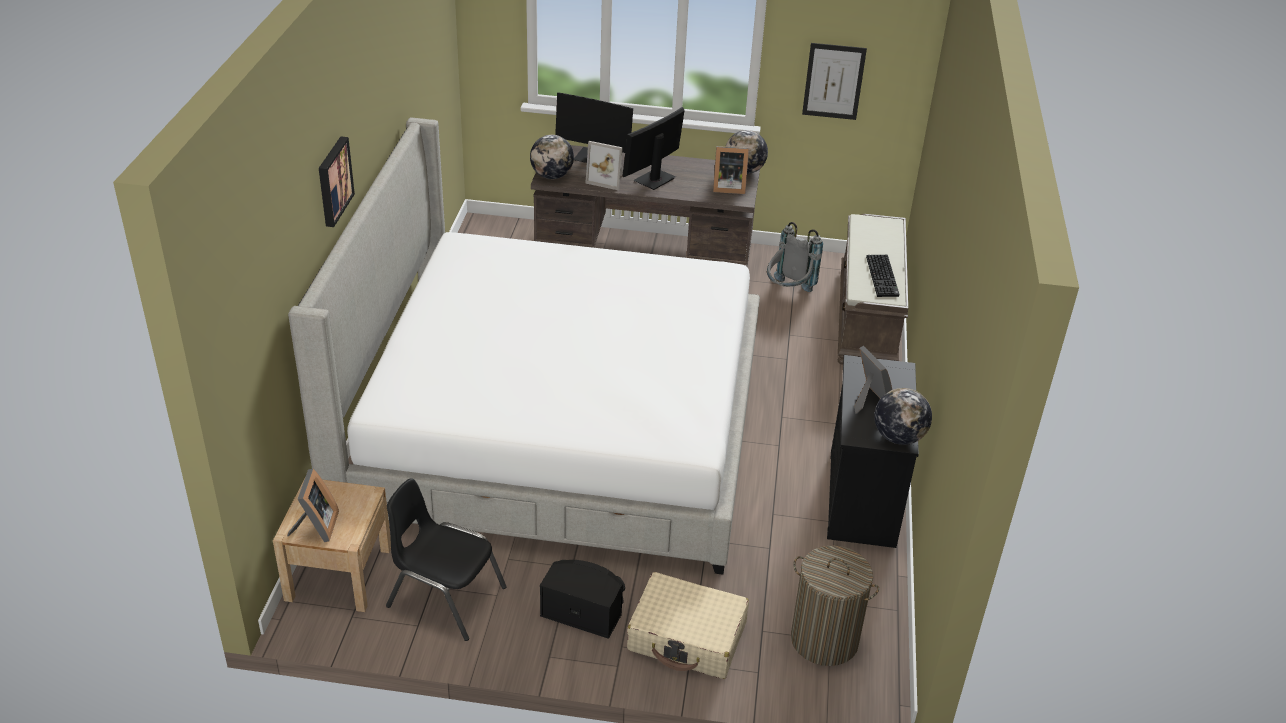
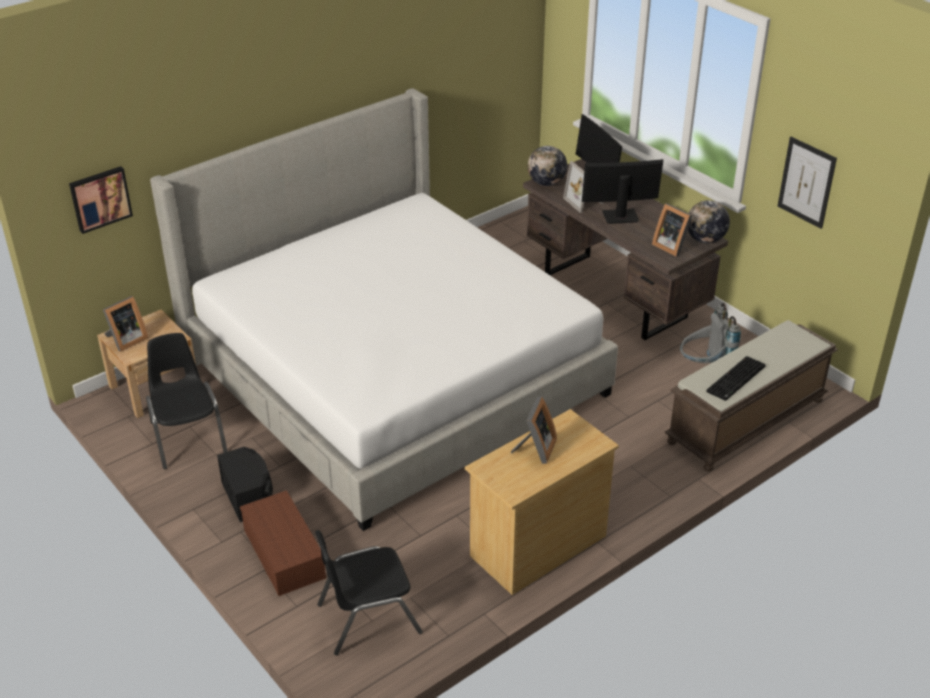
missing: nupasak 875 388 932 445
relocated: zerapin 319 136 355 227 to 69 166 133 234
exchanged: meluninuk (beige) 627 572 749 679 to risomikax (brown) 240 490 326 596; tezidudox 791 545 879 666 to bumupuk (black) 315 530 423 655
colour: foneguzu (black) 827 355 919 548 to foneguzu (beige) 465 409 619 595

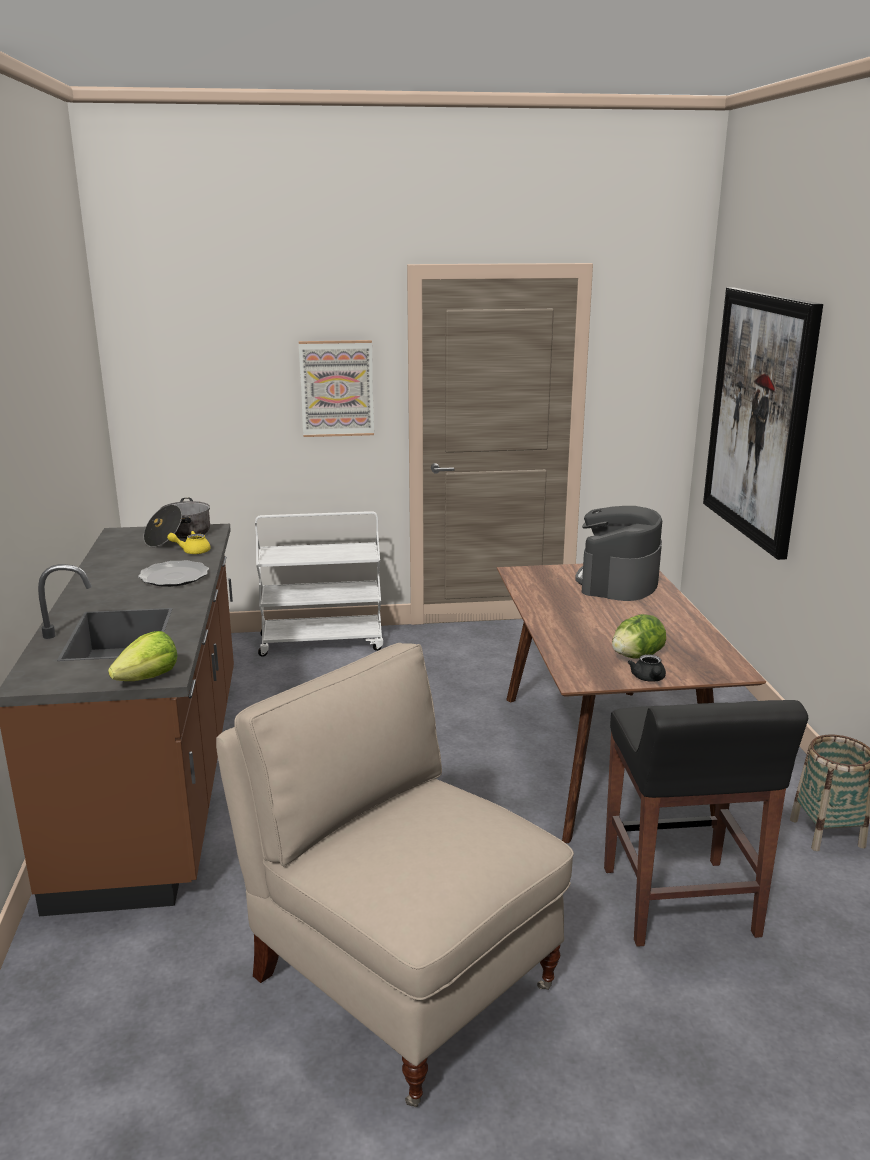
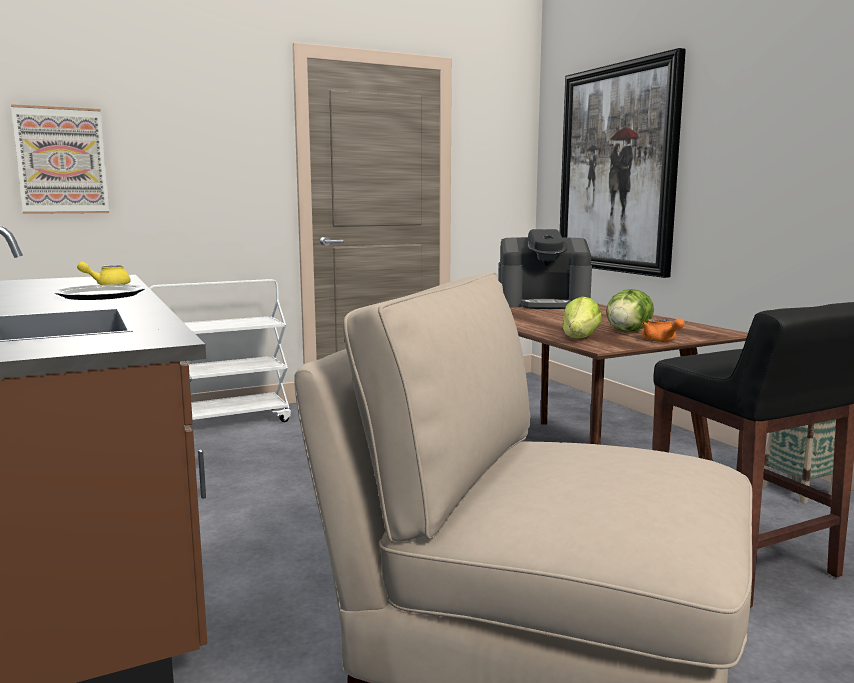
missing: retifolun 144 498 210 547
relocated: zerapin 299 340 374 437 to 11 104 109 214; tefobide 108 631 178 681 to 562 296 602 338
colour: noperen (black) 628 654 666 682 to noperen (orange) 642 318 685 342
spun: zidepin 575 506 662 601 = 499 229 592 309 90 degrees counterclockwise

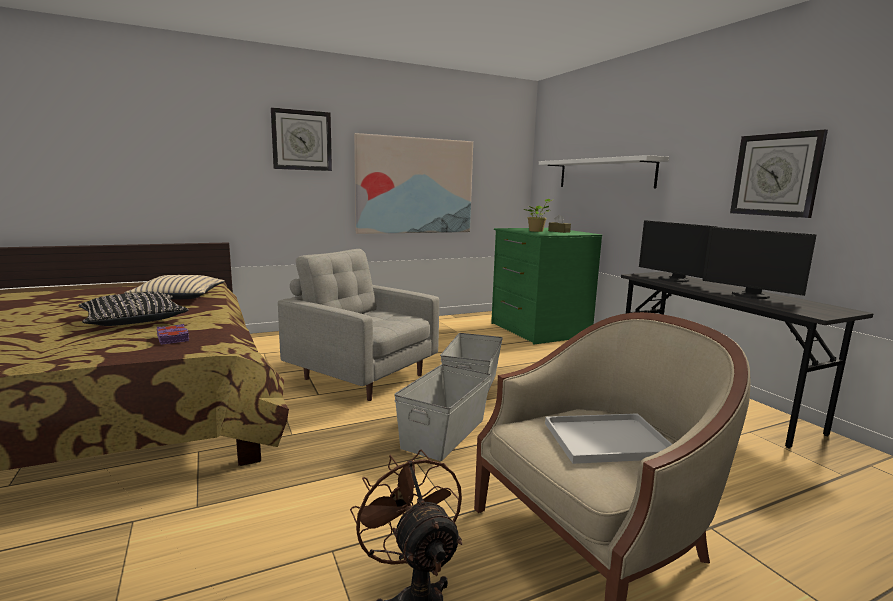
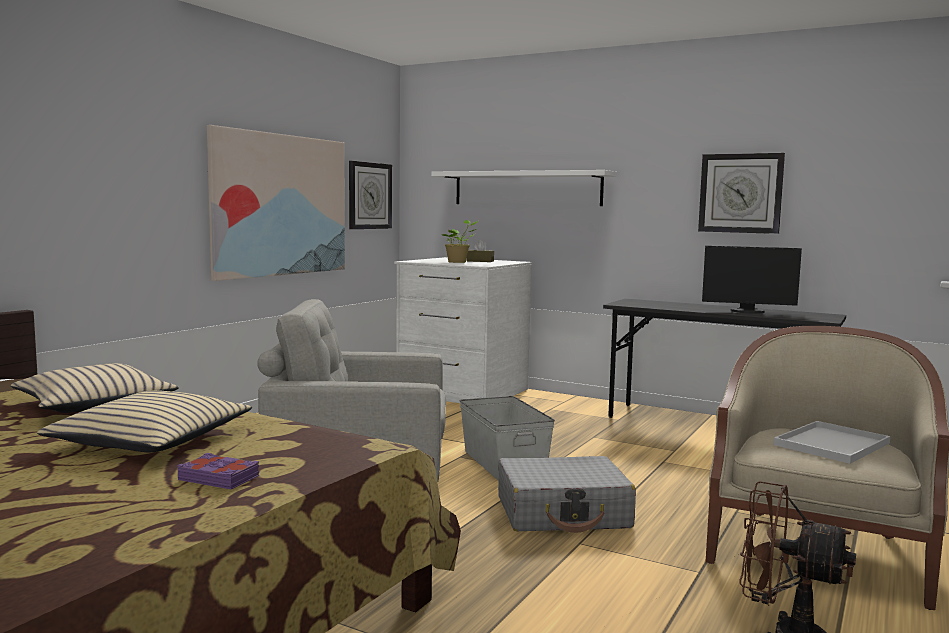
missing: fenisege 639 220 717 282
relocated: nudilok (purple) 156 324 189 345 to 177 453 259 489; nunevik 271 107 332 171 to 349 161 392 229
exchanged: risomikax (grey) 394 364 491 461 to meluninuk (grey) 498 456 636 533
colour: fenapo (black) 78 292 189 326 to fenapo (beige) 37 390 252 452; foneguzu (green) 491 228 602 344 to foneguzu (white) 394 257 532 403

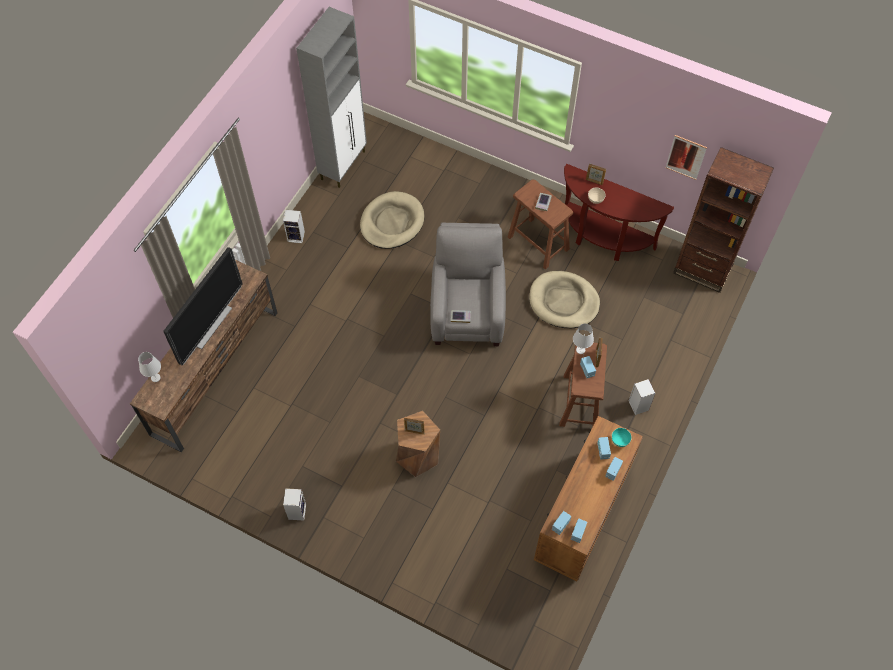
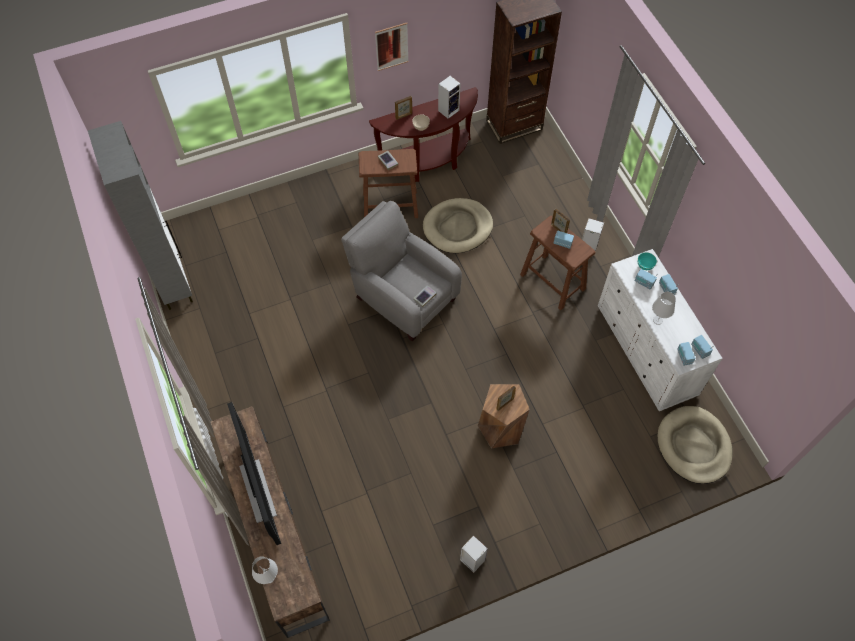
relocated: zerapin 666 135 707 180 to 375 23 408 71; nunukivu 283 210 305 243 to 438 76 461 119; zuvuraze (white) 573 324 594 354 to 652 292 676 325; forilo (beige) 360 191 424 249 to 657 406 732 484
colour: foneguzu (brown) 534 416 643 581 to foneguzu (white) 598 249 723 411

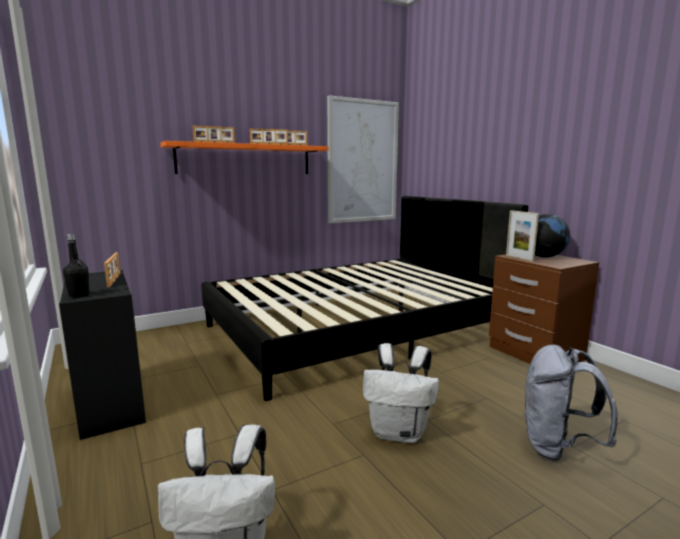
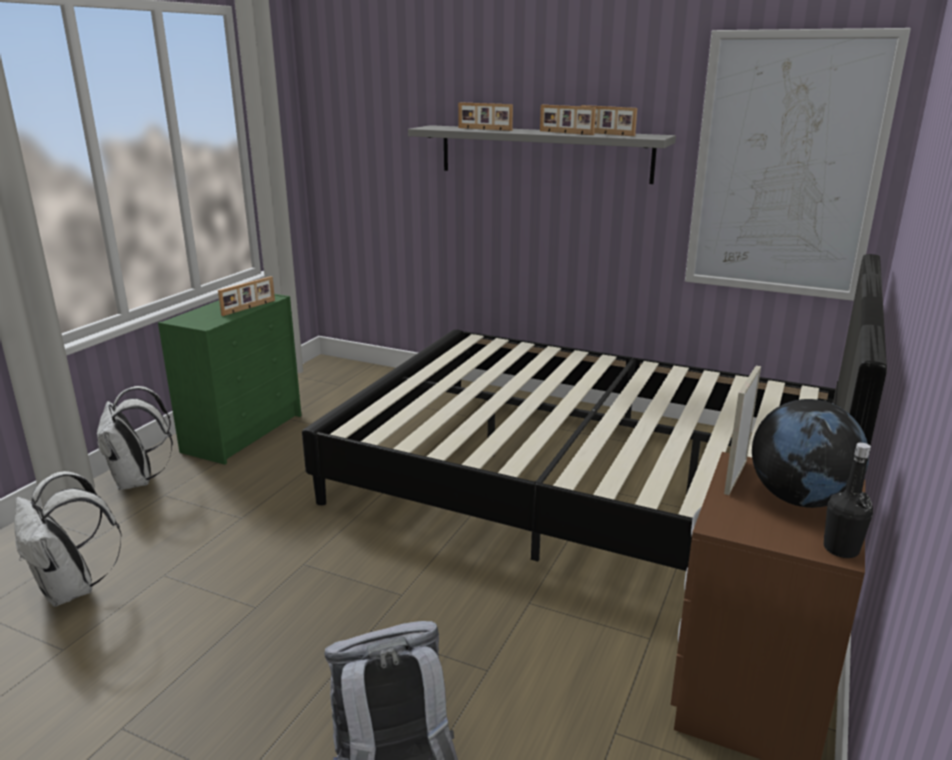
relocated: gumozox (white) 363 343 439 443 to 97 386 173 490; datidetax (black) 63 234 89 298 to 824 442 873 558
colour: foneguzu (black) 59 270 146 440 to foneguzu (green) 158 294 302 465; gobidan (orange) 160 141 329 174 to gobidan (grey) 408 125 676 184

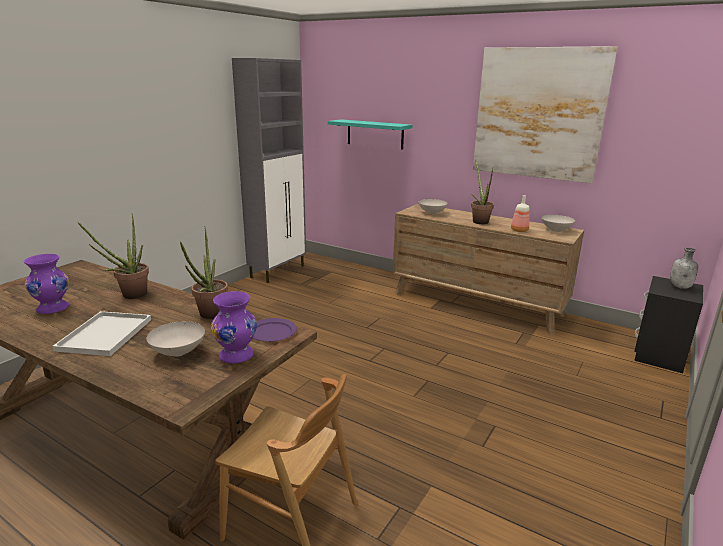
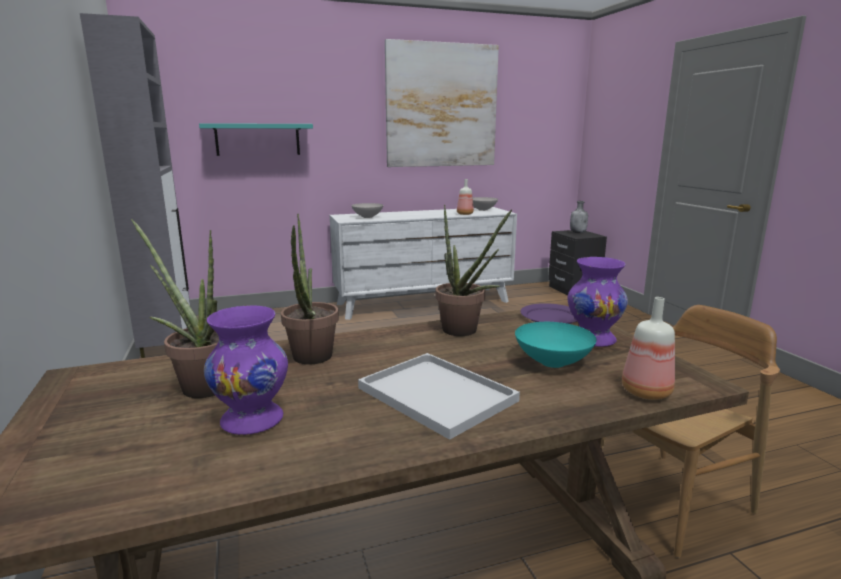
appeared: datidetax 622 297 675 400
relocated: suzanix 471 160 494 224 to 131 219 219 398
colour: foneguzu (brown) 393 204 584 335 to foneguzu (white) 330 207 517 320; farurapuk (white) 146 321 205 357 to farurapuk (turquoise) 515 322 597 368

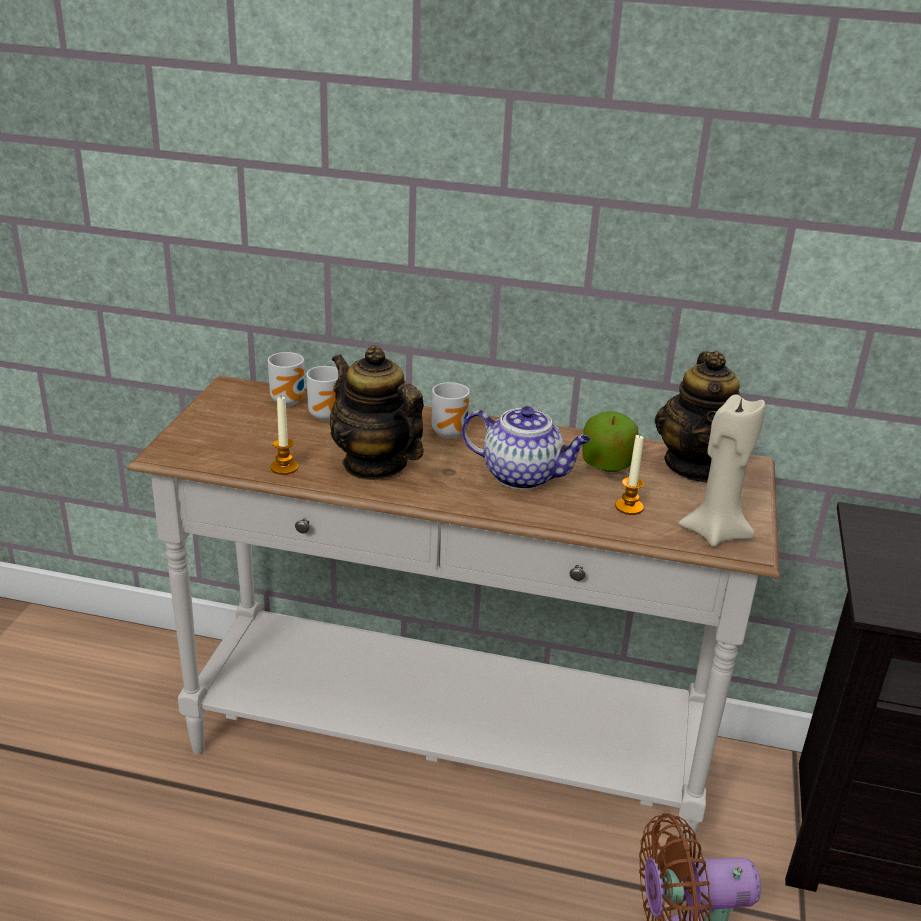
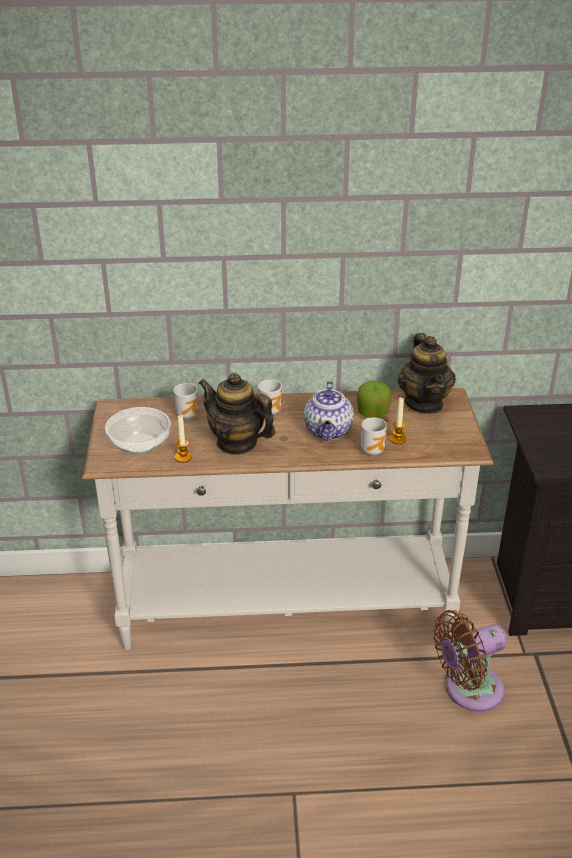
missing: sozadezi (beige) 679 394 765 547
appeared: farurapuk 105 407 171 455
relocated: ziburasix 268 352 305 406 to 361 418 387 456
spun: noperen 462 406 591 490 = 304 381 354 441 90 degrees clockwise

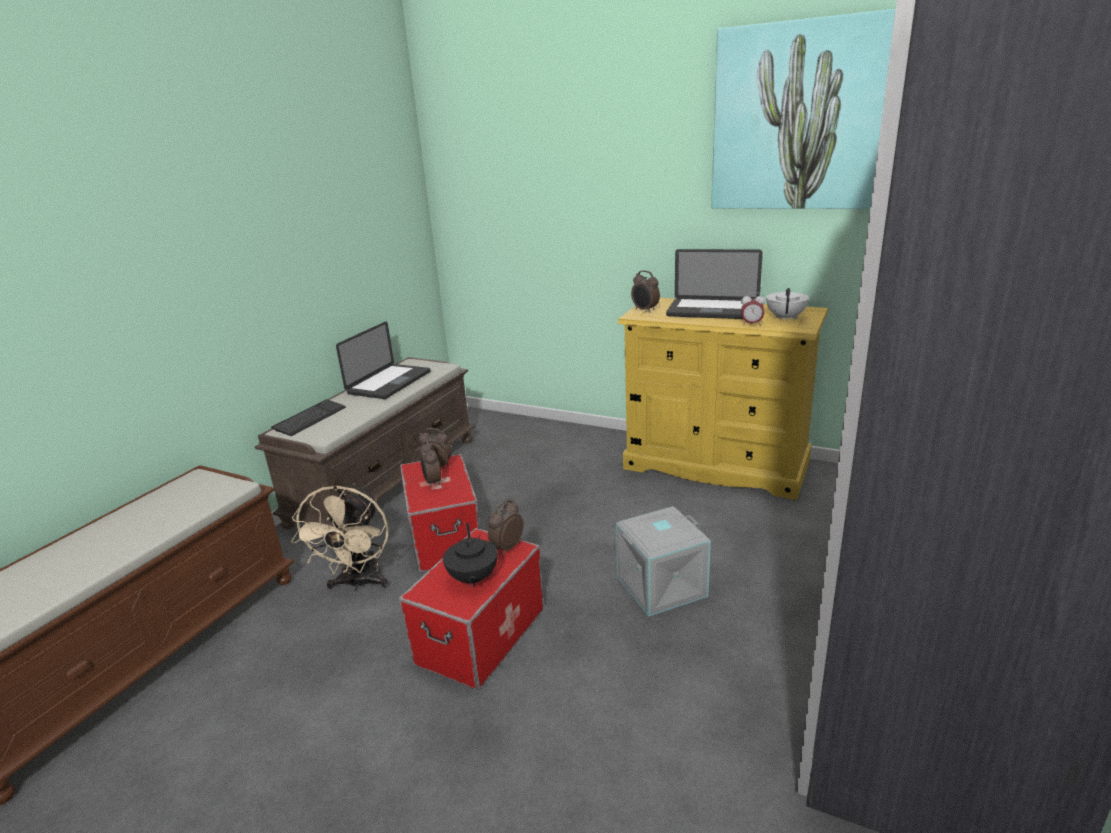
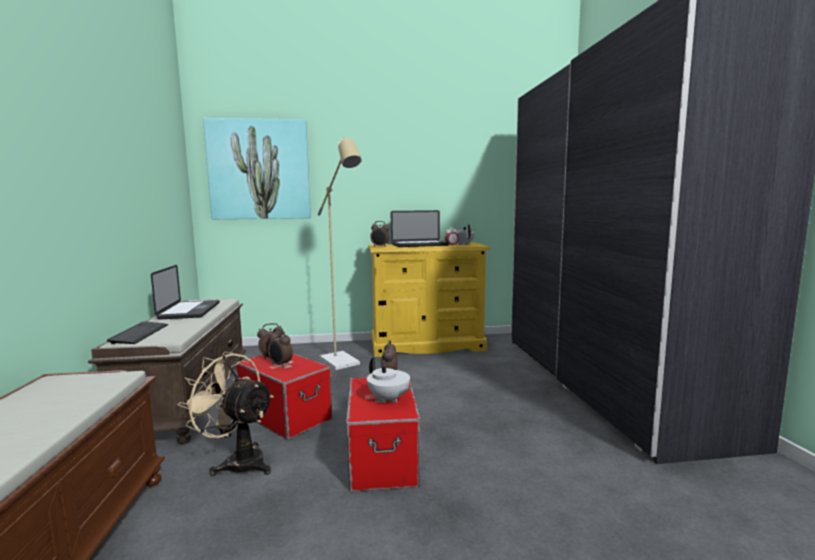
missing: risomikax (grey) 616 506 711 617
appeared: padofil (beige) 318 137 362 370
relocated: zerapin 711 9 895 209 to 203 118 311 219
colour: noperen (black) 443 523 498 587 to noperen (white) 367 357 412 403
spun: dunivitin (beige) 291 484 389 591 = 178 352 274 476 150 degrees clockwise

